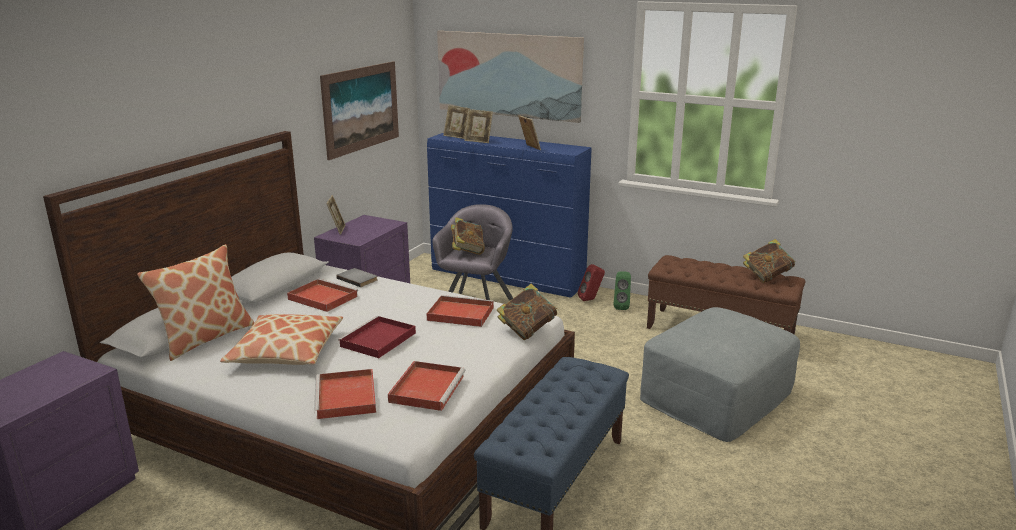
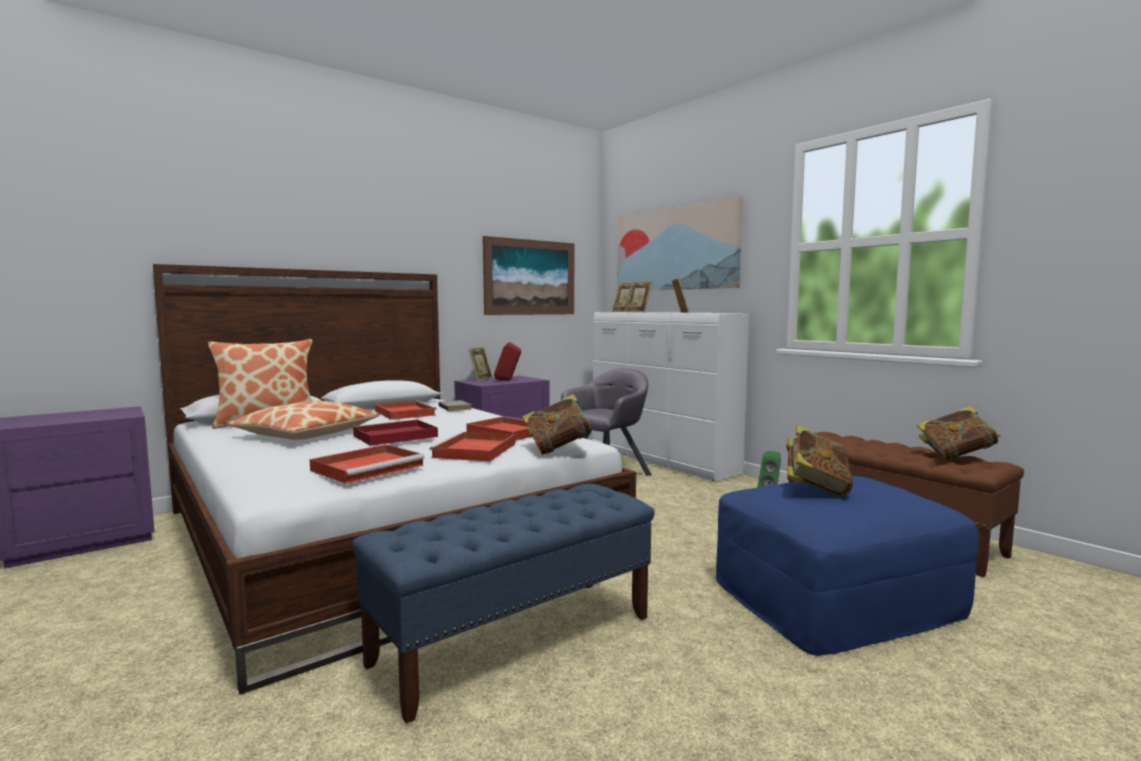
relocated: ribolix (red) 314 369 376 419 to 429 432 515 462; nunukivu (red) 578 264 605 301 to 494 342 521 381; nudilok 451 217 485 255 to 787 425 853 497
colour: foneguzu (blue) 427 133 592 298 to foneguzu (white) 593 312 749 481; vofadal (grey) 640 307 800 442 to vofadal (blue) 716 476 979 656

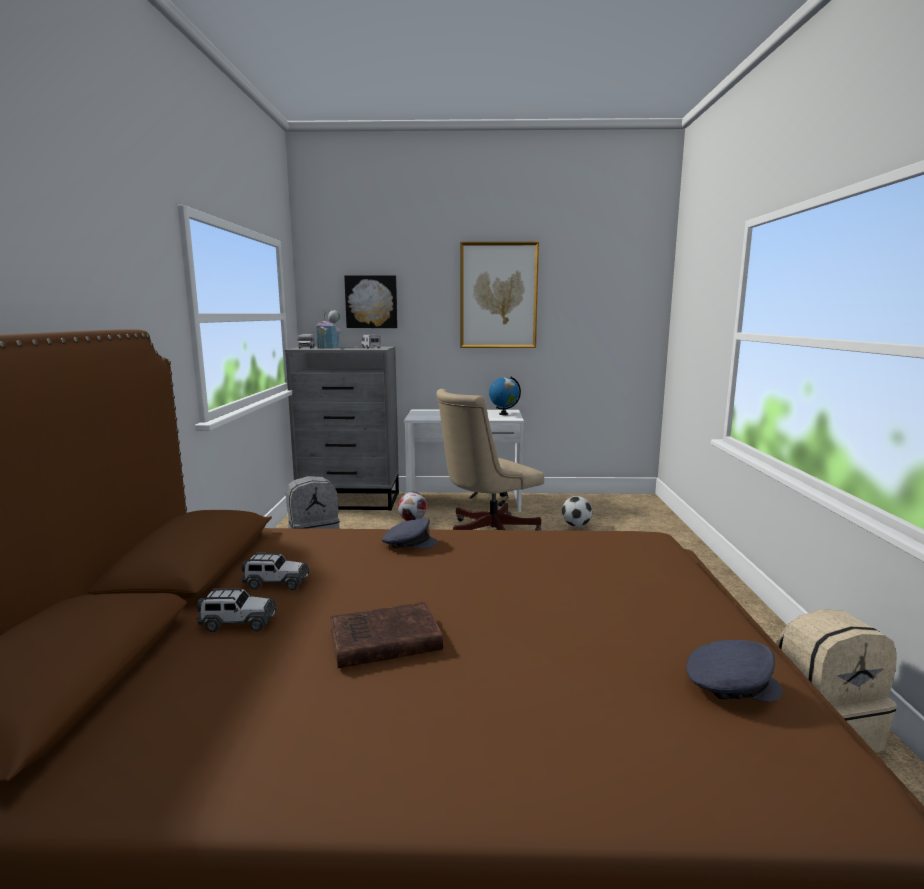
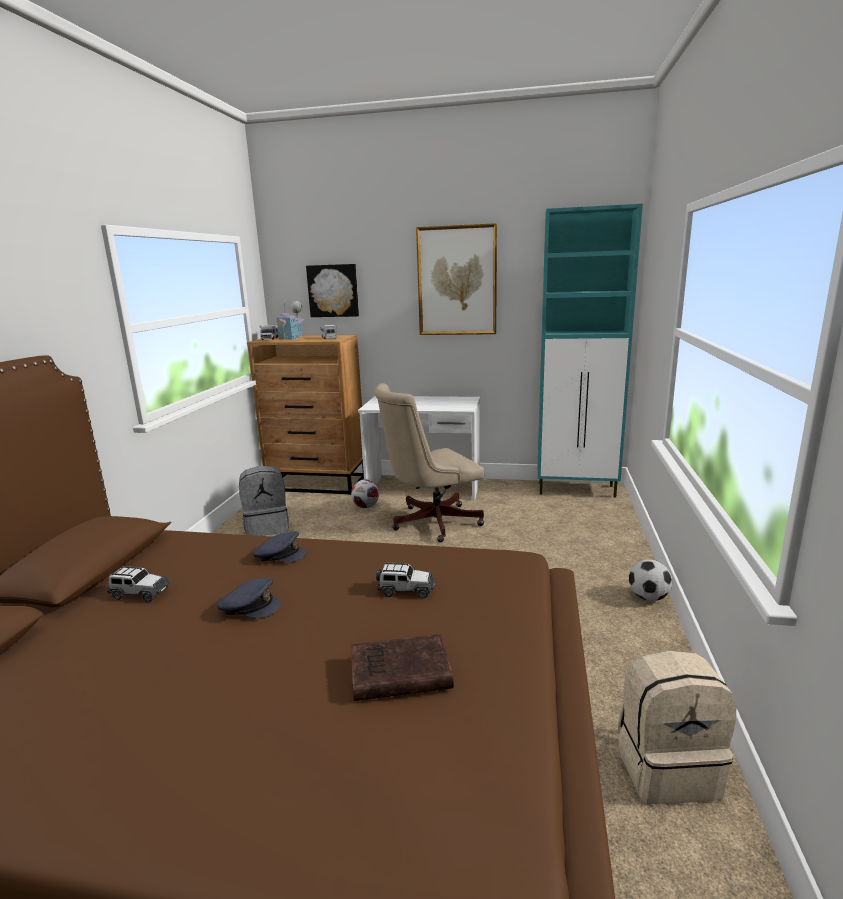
missing: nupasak 489 376 521 415
appeared: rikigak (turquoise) 538 204 643 497
relocated: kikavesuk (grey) 686 640 783 702 to 217 578 282 618; nudilok (brown) 330 602 443 668 to 351 634 454 701; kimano 197 588 277 632 to 376 563 435 599; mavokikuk 562 496 593 527 to 628 559 672 601
colour: foneguzu (grey) 285 346 399 510 to foneguzu (brown) 247 335 364 495

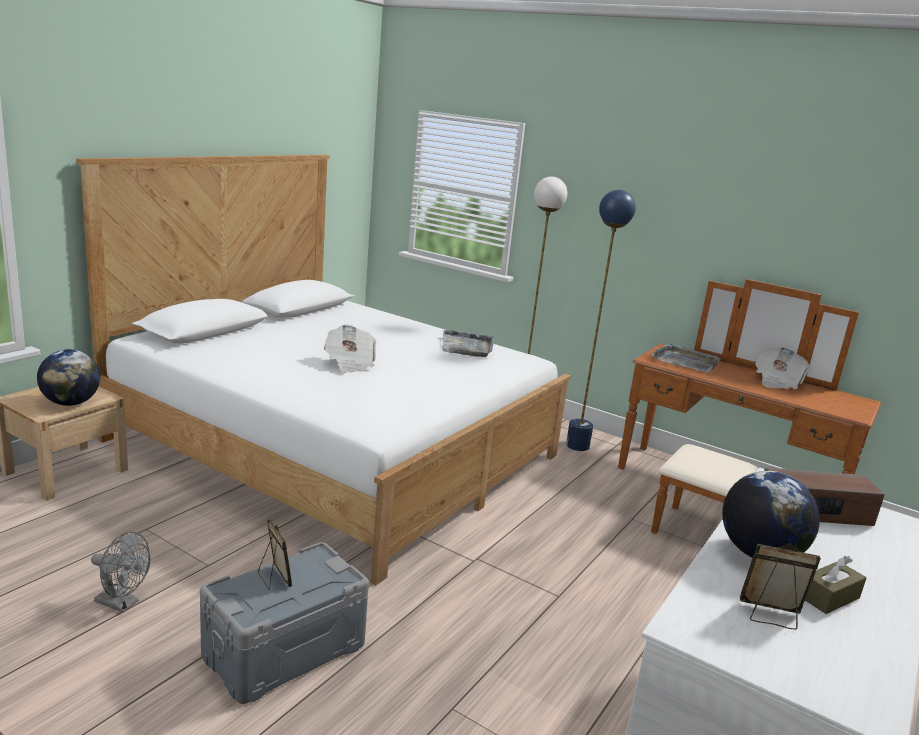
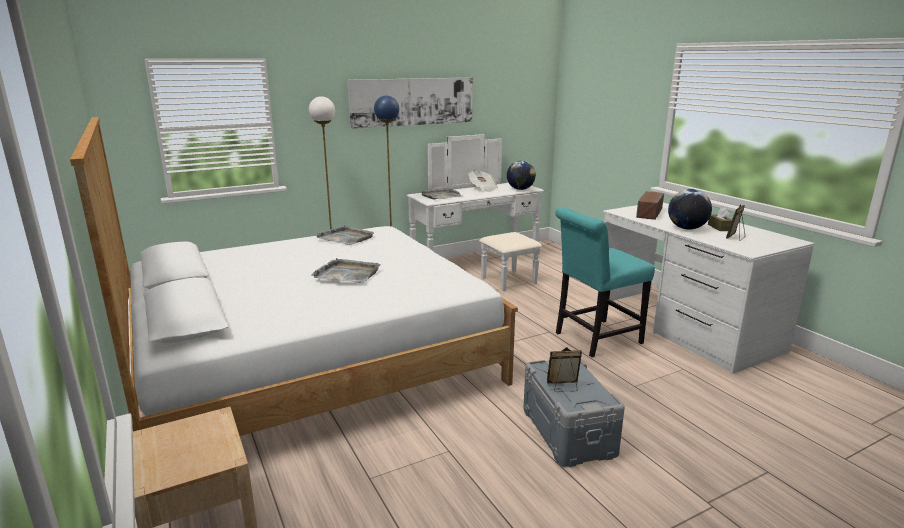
missing: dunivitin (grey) 91 532 150 613
appeared: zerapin 348 78 473 129; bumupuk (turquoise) 555 207 655 357
relocated: nupasak 37 349 100 406 to 507 161 536 190
exchanged: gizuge 324 324 376 373 to ribolix (grey) 311 258 380 283
colour: foneguzu (brown) 618 279 881 534 to foneguzu (white) 407 134 544 291

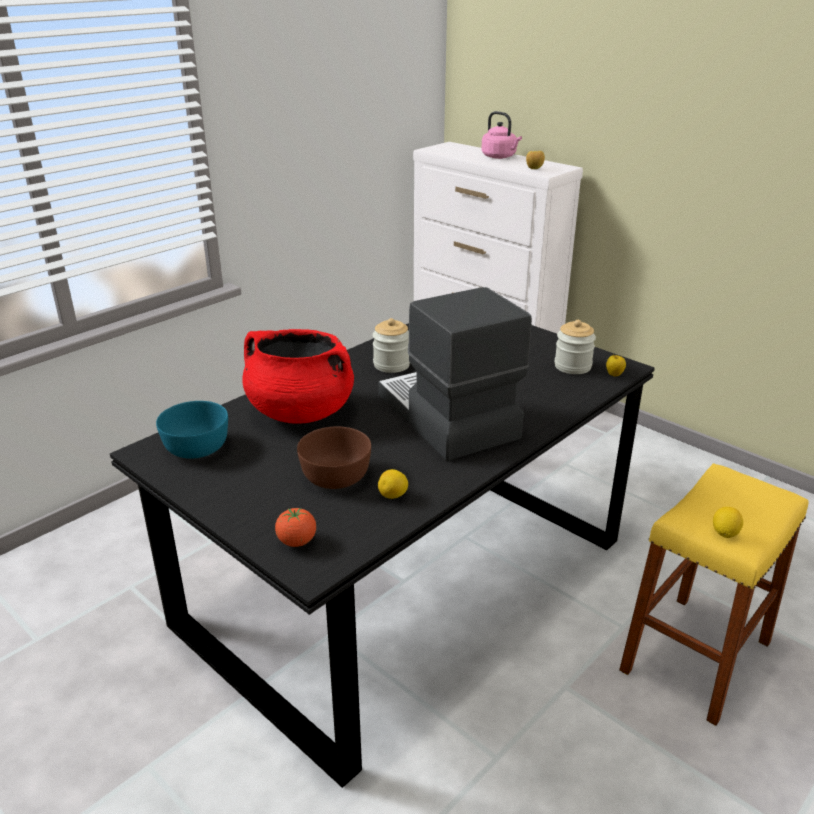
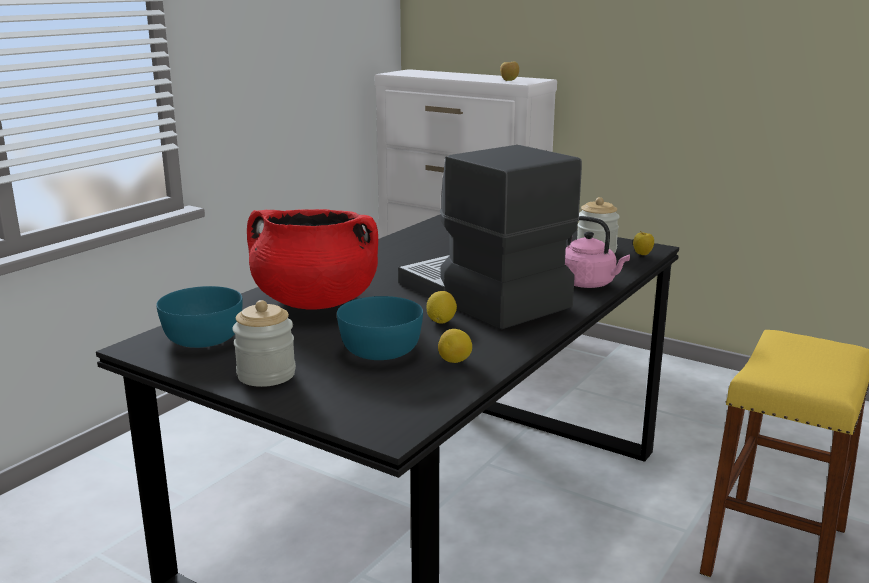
missing: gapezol 275 508 316 547
relocated: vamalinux 373 318 410 373 to 232 300 296 387; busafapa 713 507 743 538 to 426 291 457 324; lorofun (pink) 481 111 522 159 to 565 216 630 288
colour: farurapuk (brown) 297 426 371 489 to farurapuk (turquoise) 337 296 423 360

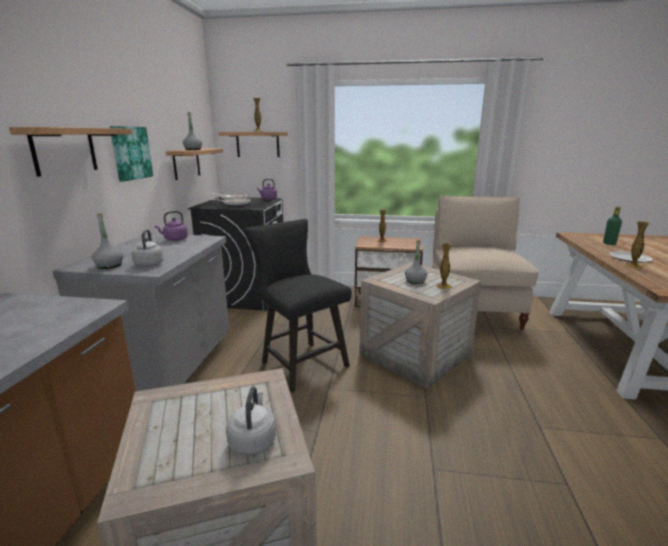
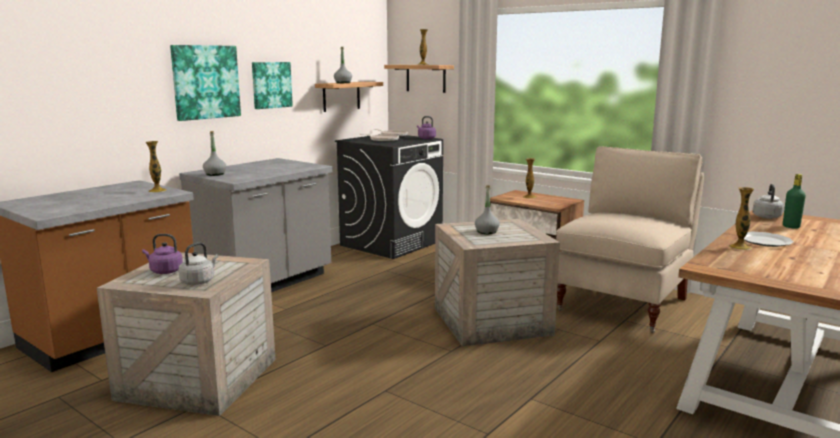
missing: bumupuk (black) 244 219 352 393
relocated: lorofun (purple) 155 211 188 241 to 142 234 183 274; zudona 436 243 452 289 to 145 141 167 192; lorofun (grey) 132 229 164 267 to 752 184 784 219
exchanged: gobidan 9 127 132 177 to zerapin 170 45 241 121

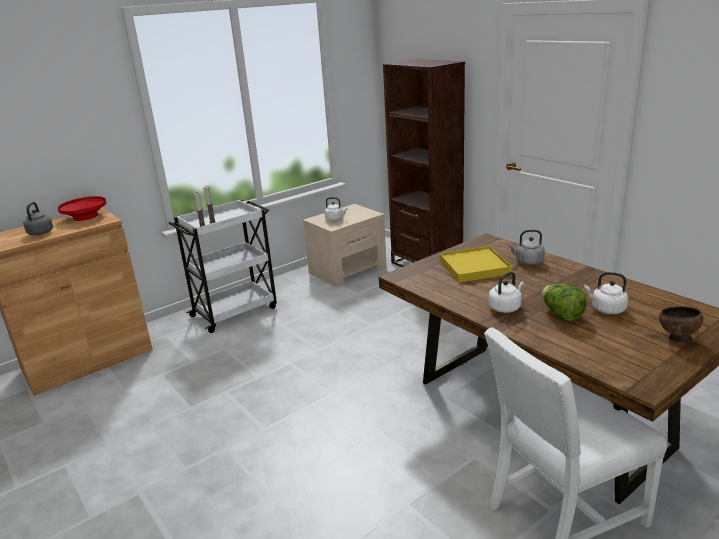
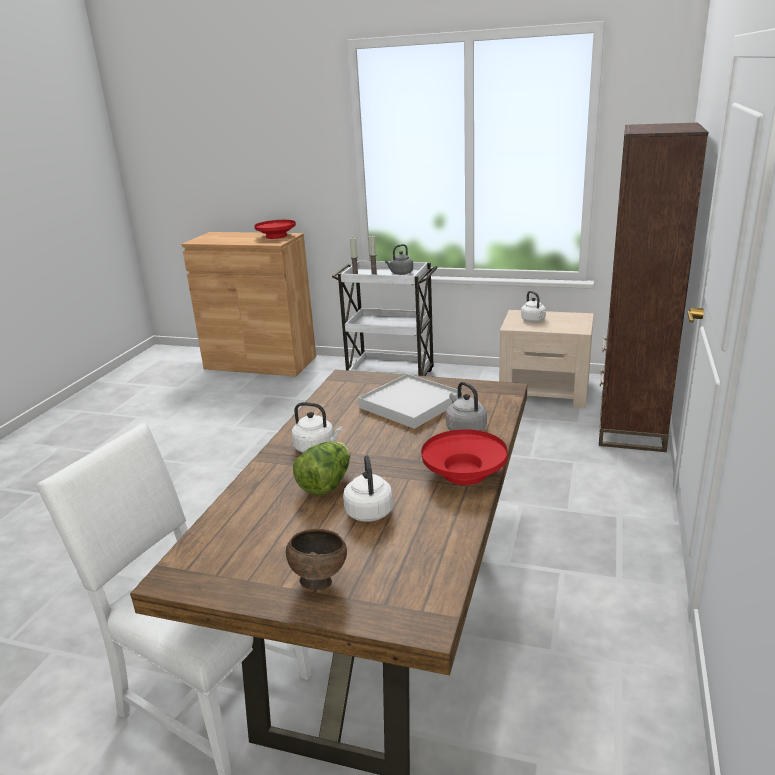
appeared: farurapuk (red) 421 429 508 485
relocated: lorofun (grey) 23 202 53 235 to 385 244 413 275
colour: ribolix (yellow) 439 246 512 283 to ribolix (white) 358 374 463 429

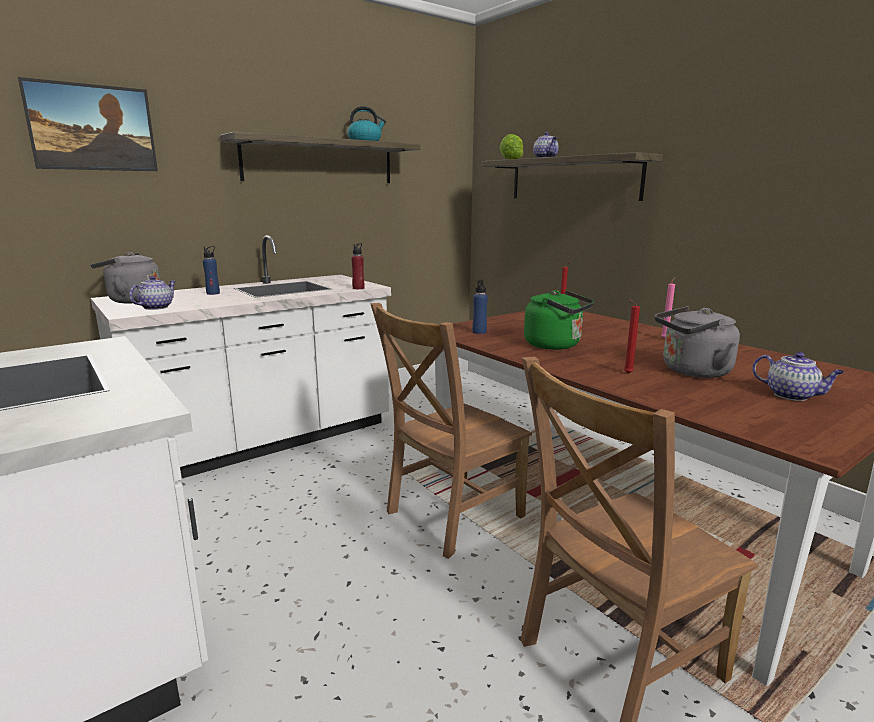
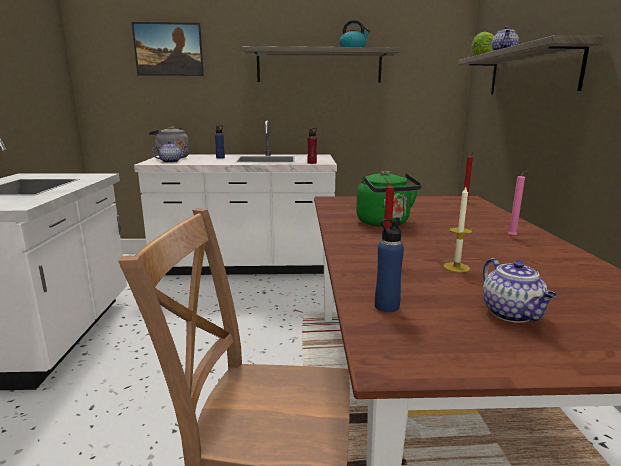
missing: bumupuk (brown) 370 303 532 559
relocated: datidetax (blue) 472 280 488 334 to 375 217 404 312
exchanged: lorofun (grey) 655 306 740 378 to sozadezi 444 187 473 272

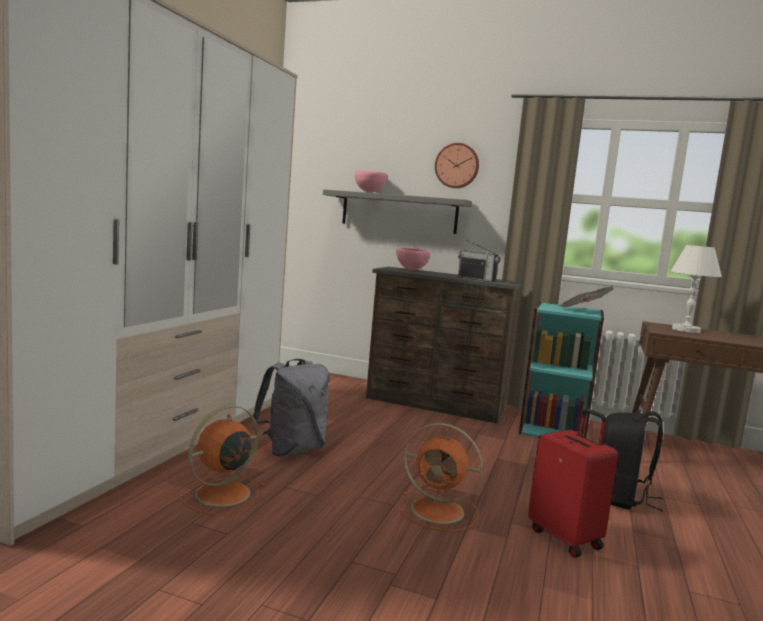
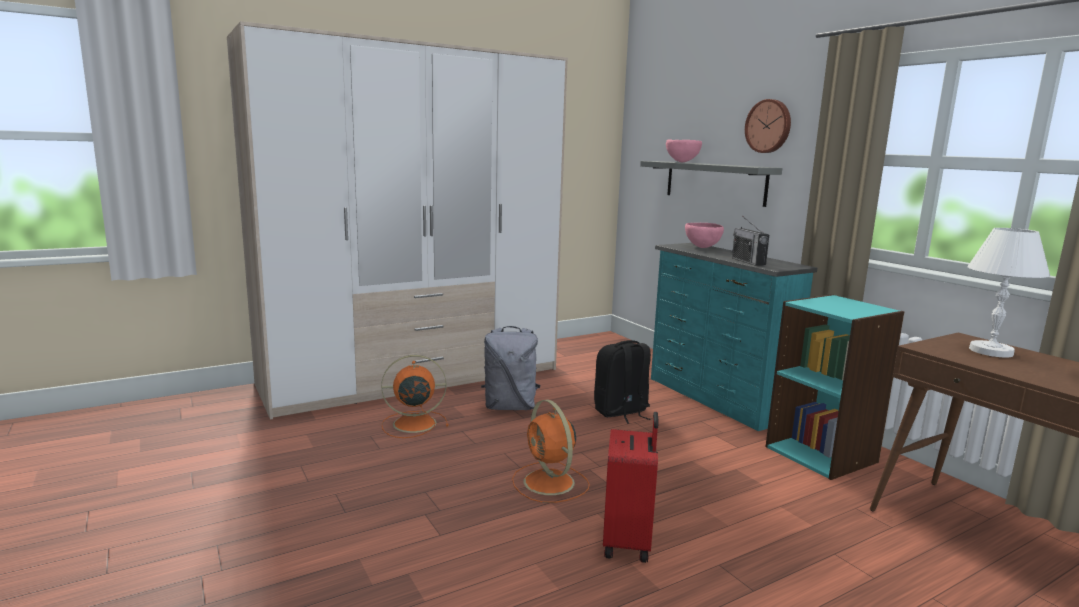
missing: gizuge 559 286 614 307
relocated: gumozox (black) 602 410 663 512 to 594 340 651 424
colour: foneguzu (brown) 366 267 523 424 to foneguzu (turquoise) 651 243 817 431

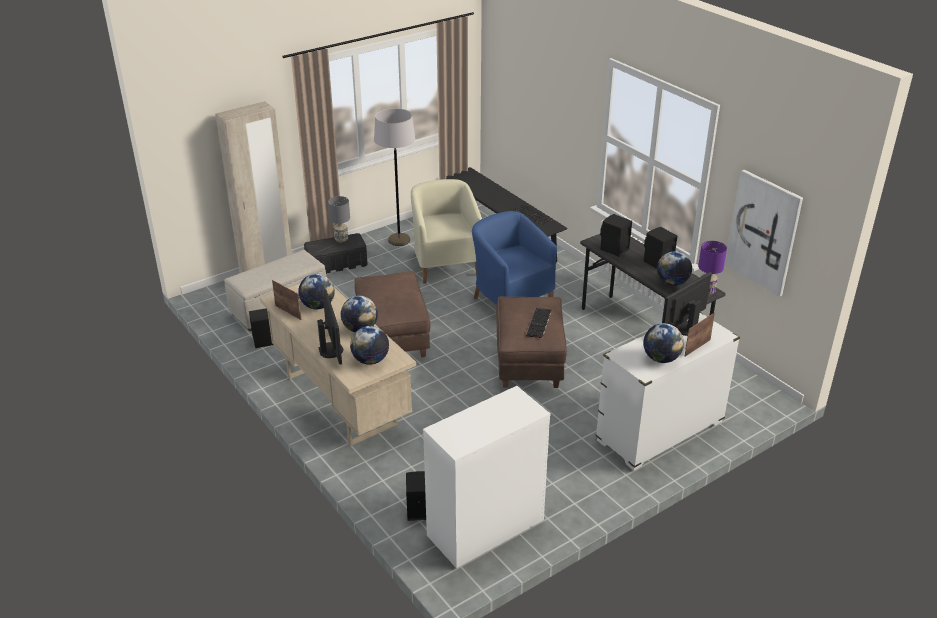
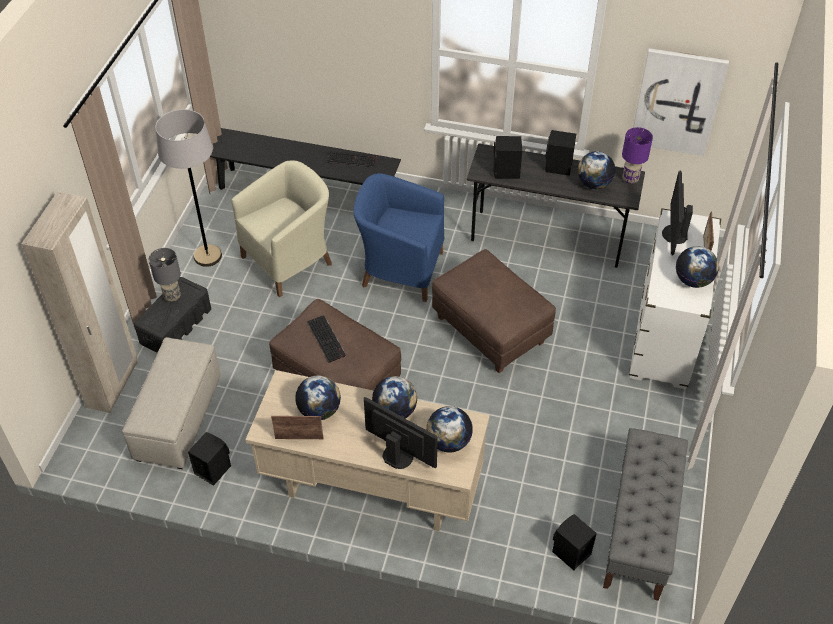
relocated: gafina 526 308 551 339 to 307 315 346 363
exchanged: foneguzu (white) 423 386 551 568 to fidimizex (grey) 603 428 688 601
spun: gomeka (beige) 411 179 482 284 = 231 160 332 297 105 degrees clockwise

